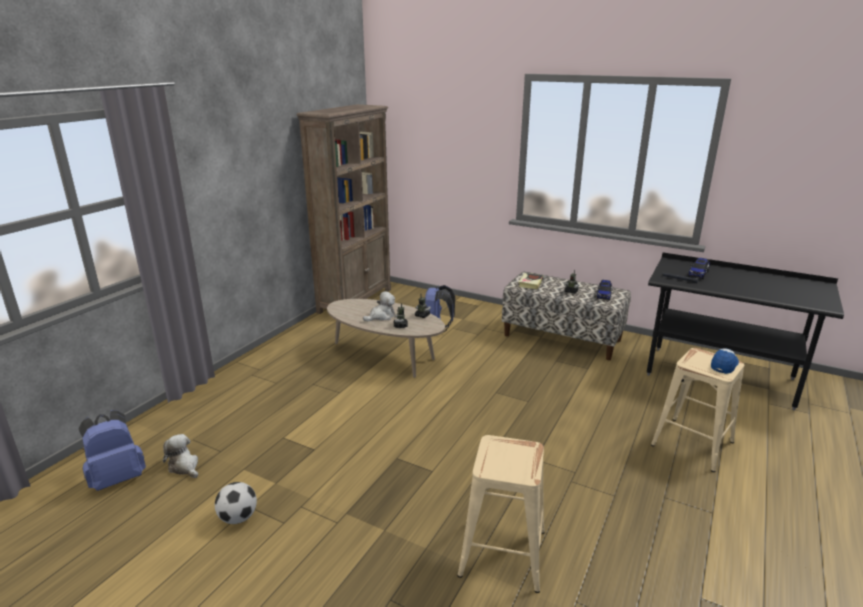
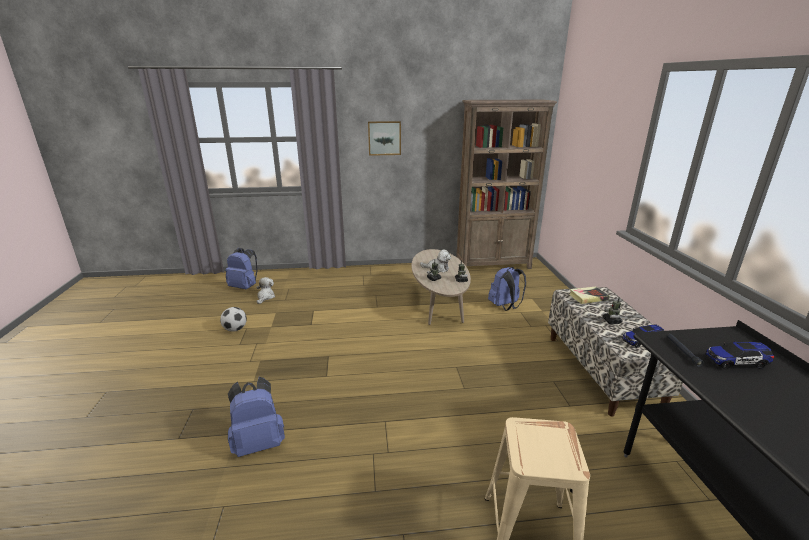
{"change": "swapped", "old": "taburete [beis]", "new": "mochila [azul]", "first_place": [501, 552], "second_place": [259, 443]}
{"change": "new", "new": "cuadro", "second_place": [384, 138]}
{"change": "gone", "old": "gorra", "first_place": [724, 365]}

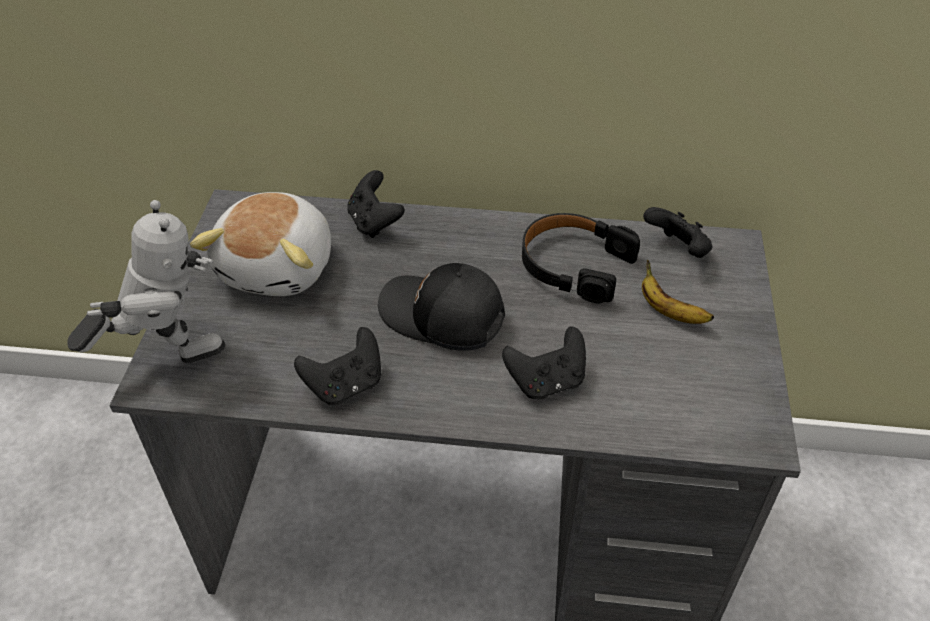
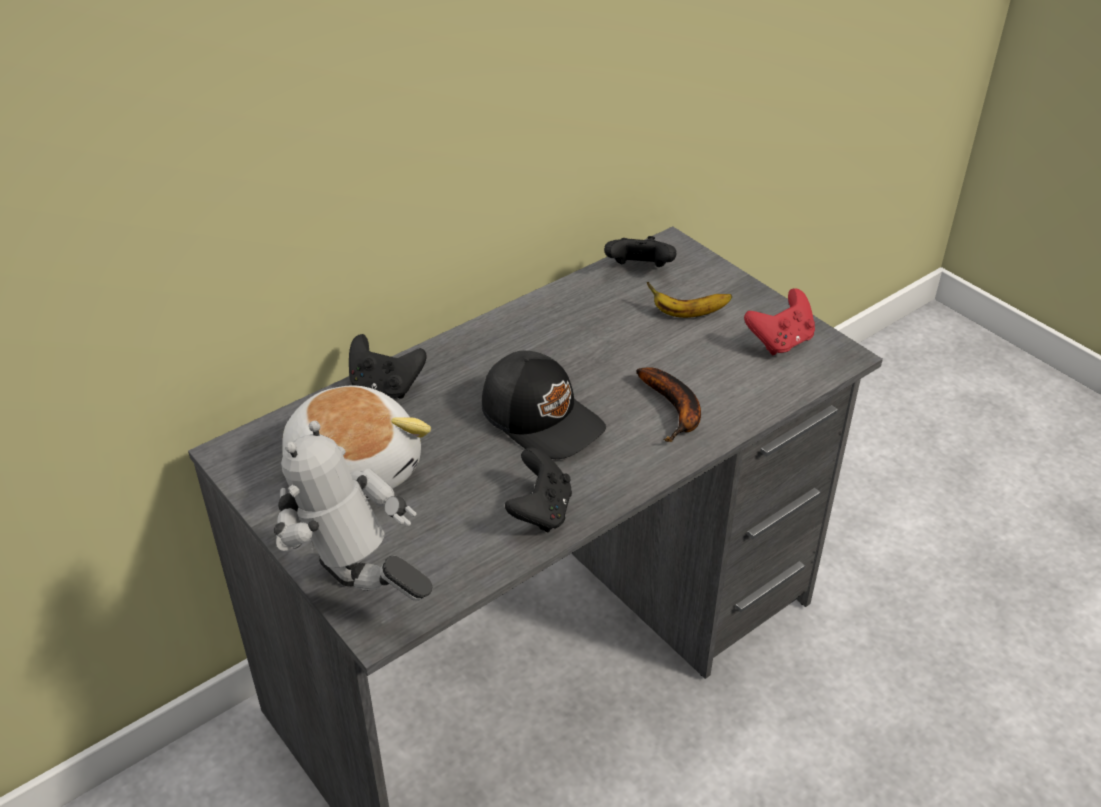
{"change": "rotated", "old": "robot de juguete", "first_place": [167, 356], "second_place": [359, 597], "degrees": -75}
{"change": "rotated", "old": "gorra [negro]", "first_place": [442, 317], "second_place": [542, 418], "degrees": -120}
{"change": "swapped", "old": "mando de consola [negro]", "new": "plátano", "first_place": [546, 382], "second_place": [674, 410]}
{"change": "new", "new": "mando de consola [rojo]", "second_place": [780, 341]}
{"change": "gone", "old": "auriculares [negro]", "first_place": [574, 265]}

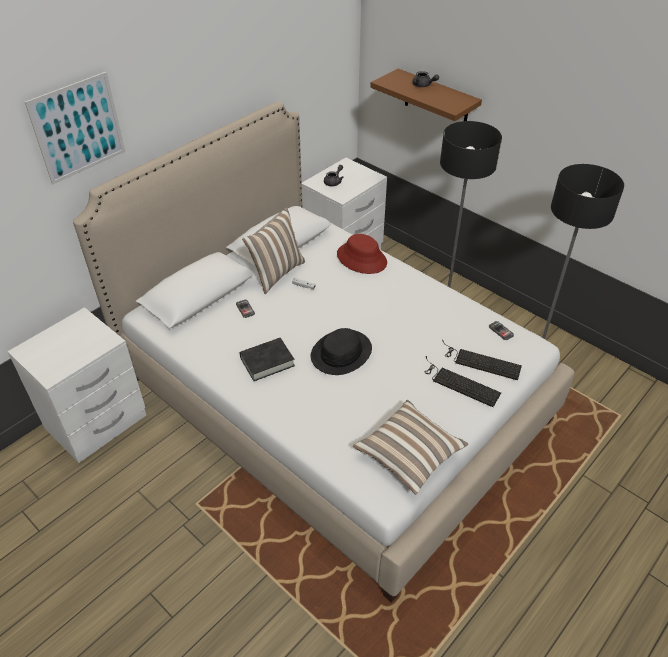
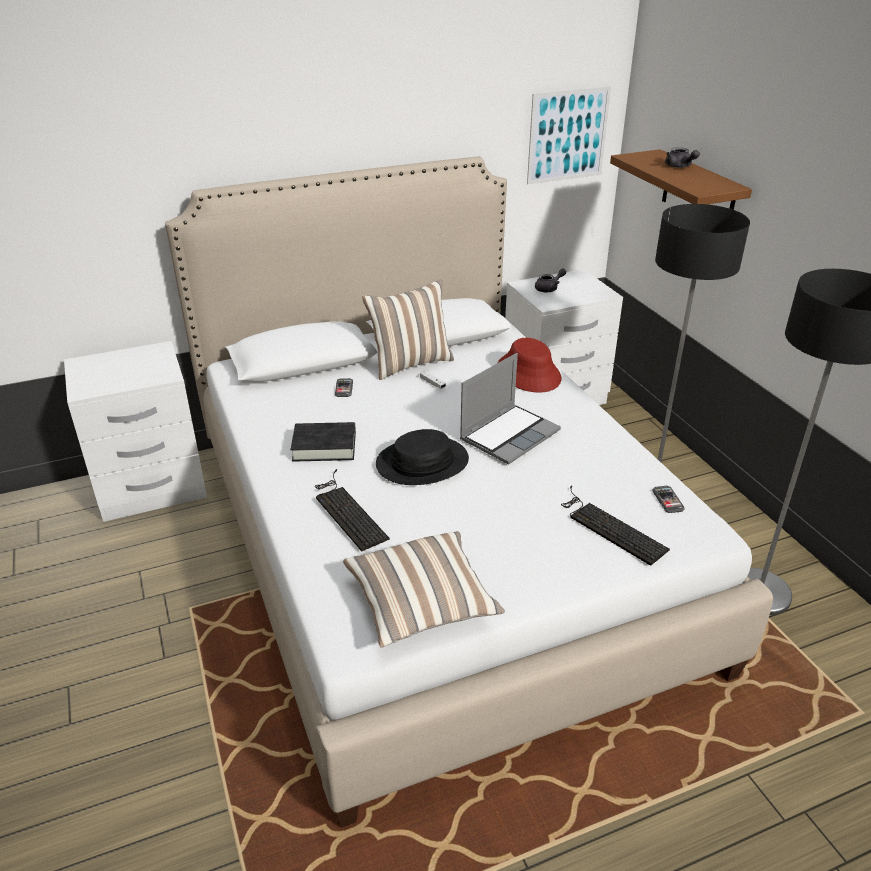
{"change": "shifted", "old": "teclado", "first_place": [459, 383], "second_place": [347, 511]}
{"change": "new", "new": "portátil", "second_place": [509, 434]}
{"change": "shifted", "old": "cuadro", "first_place": [78, 128], "second_place": [568, 135]}

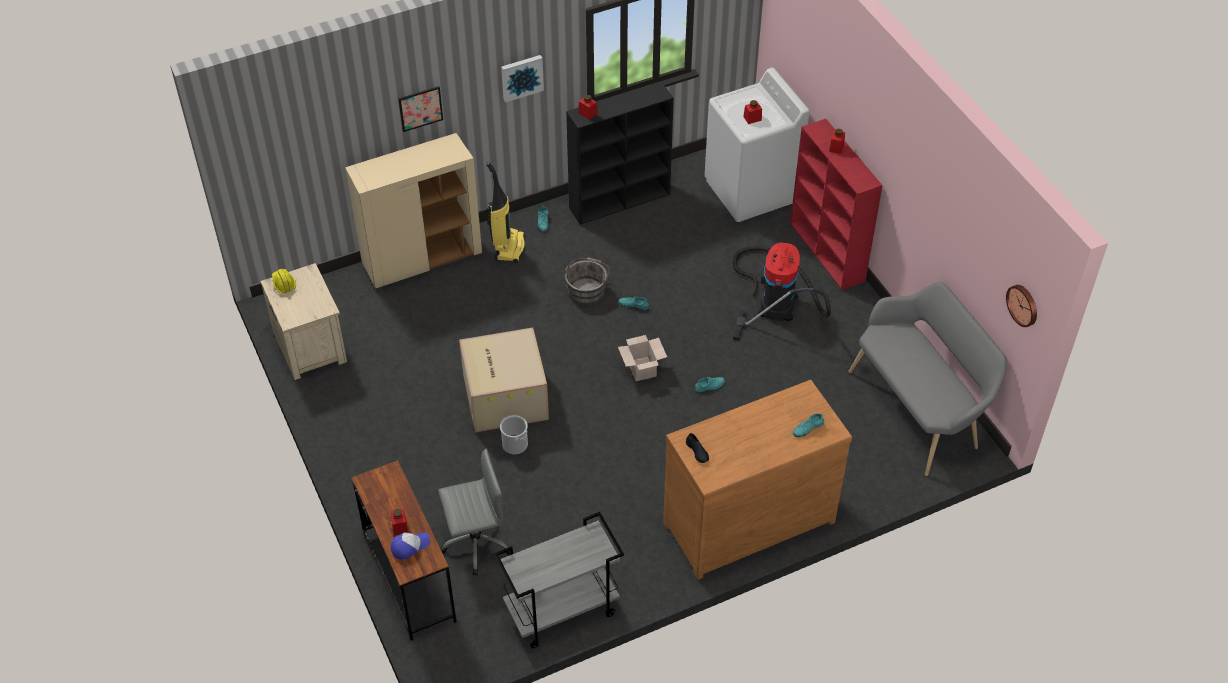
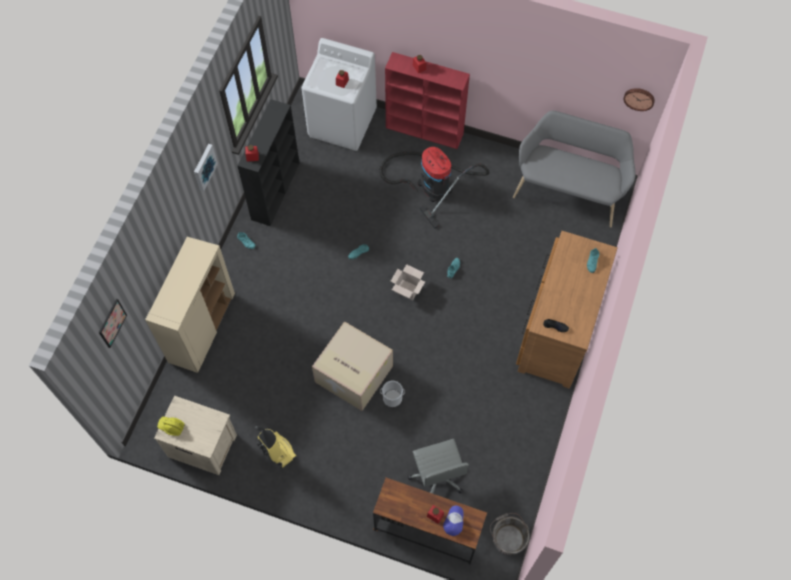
{"change": "shifted", "old": "cuadro", "first_place": [420, 108], "second_place": [112, 323]}
{"change": "shifted", "old": "aspiradora", "first_place": [508, 247], "second_place": [277, 450]}
{"change": "rotated", "old": "silla de oficina [gris]", "first_place": [475, 542], "second_place": [437, 476], "degrees": 135}
{"change": "shifted", "old": "cubo [gris]", "first_place": [587, 289], "second_place": [508, 537]}
{"change": "gone", "old": "carrito [gris]", "first_place": [561, 612]}

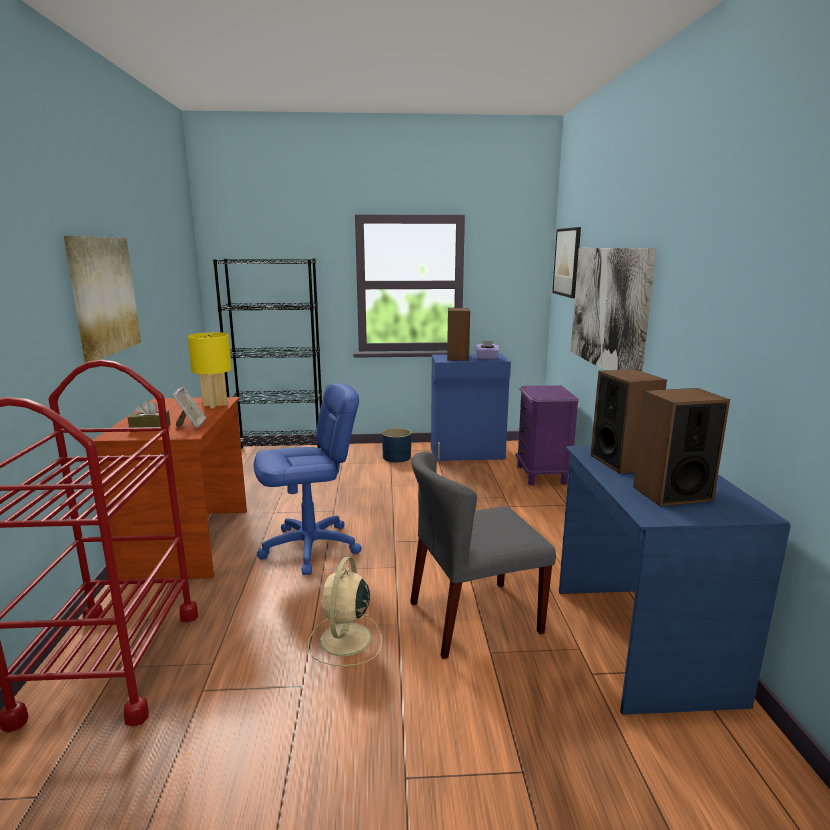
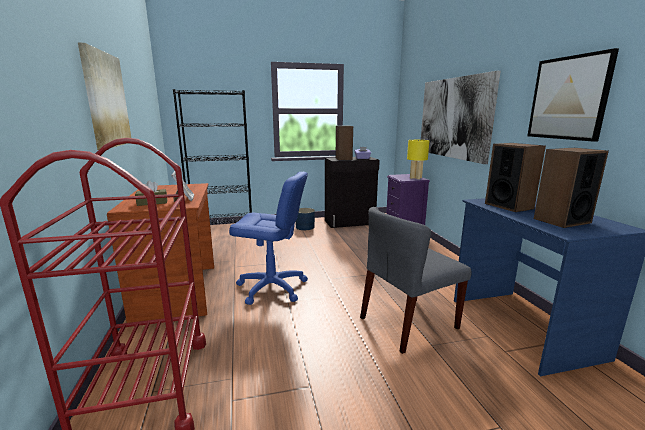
{"change": "rotated", "old": "silla de oficina [azul]", "first_place": [311, 548], "second_place": [272, 288], "degrees": 45}
{"change": "repainted", "old": "armario [azul]", "new": "armario [negro]", "first_place": [467, 453], "second_place": [350, 222]}
{"change": "shifted", "old": "lámpara de mesa [amarillo]", "first_place": [215, 405], "second_place": [416, 178]}
{"change": "shifted", "old": "cuadro", "first_place": [567, 262], "second_place": [568, 98]}
{"change": "gone", "old": "ventilador [beis]", "first_place": [345, 640]}

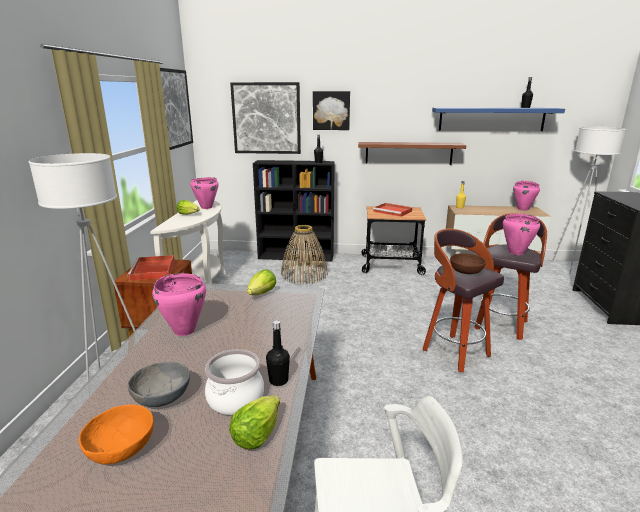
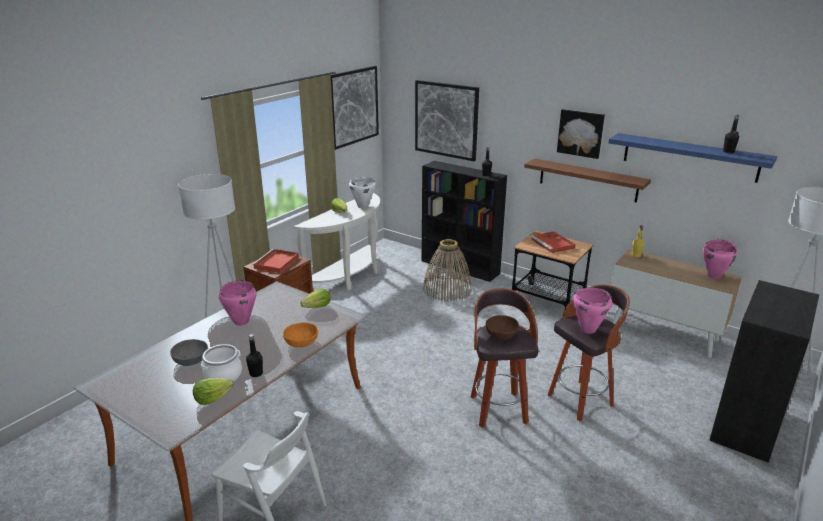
{"change": "shifted", "old": "cuenco [naranja]", "first_place": [122, 448], "second_place": [301, 343]}
{"change": "repainted", "old": "olla [rosa]", "new": "olla [blanco]", "first_place": [206, 207], "second_place": [362, 206]}
{"change": "shifted", "old": "cuadro", "first_place": [331, 110], "second_place": [580, 133]}

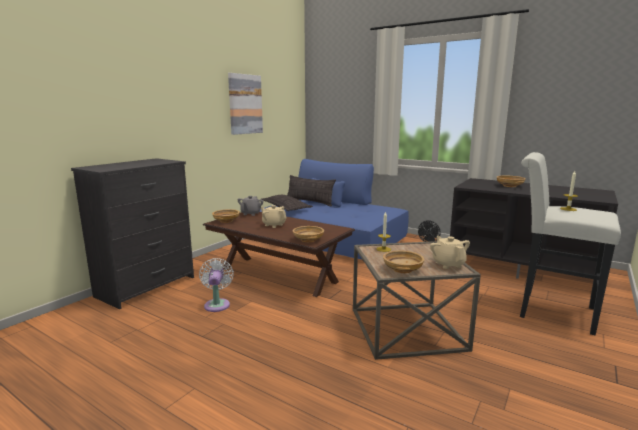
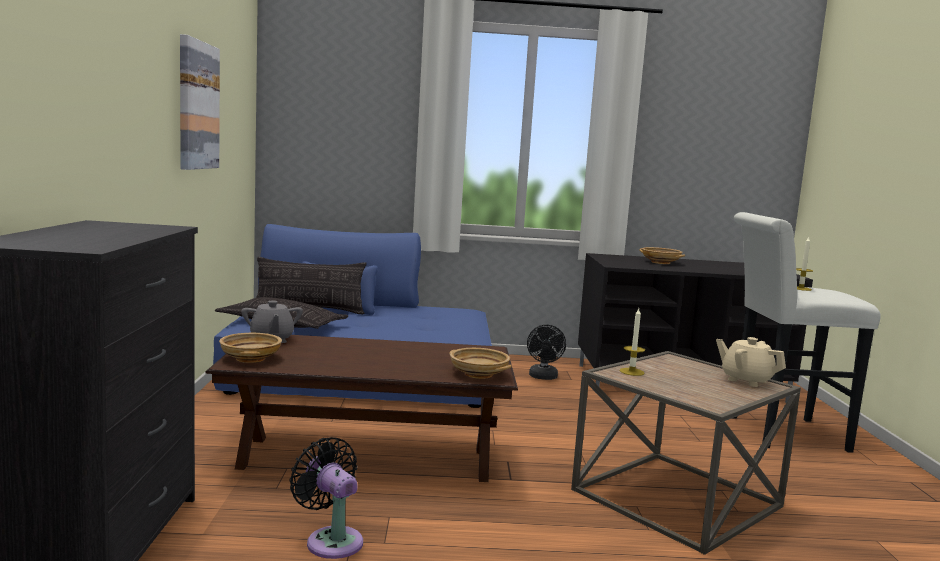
{"change": "repainted", "old": "ventilador [blanco]", "new": "ventilador [negro]", "first_place": [217, 304], "second_place": [331, 540]}
{"change": "gone", "old": "tetera [beis]", "first_place": [273, 225]}
{"change": "gone", "old": "cuenco [beis]", "first_place": [402, 269]}

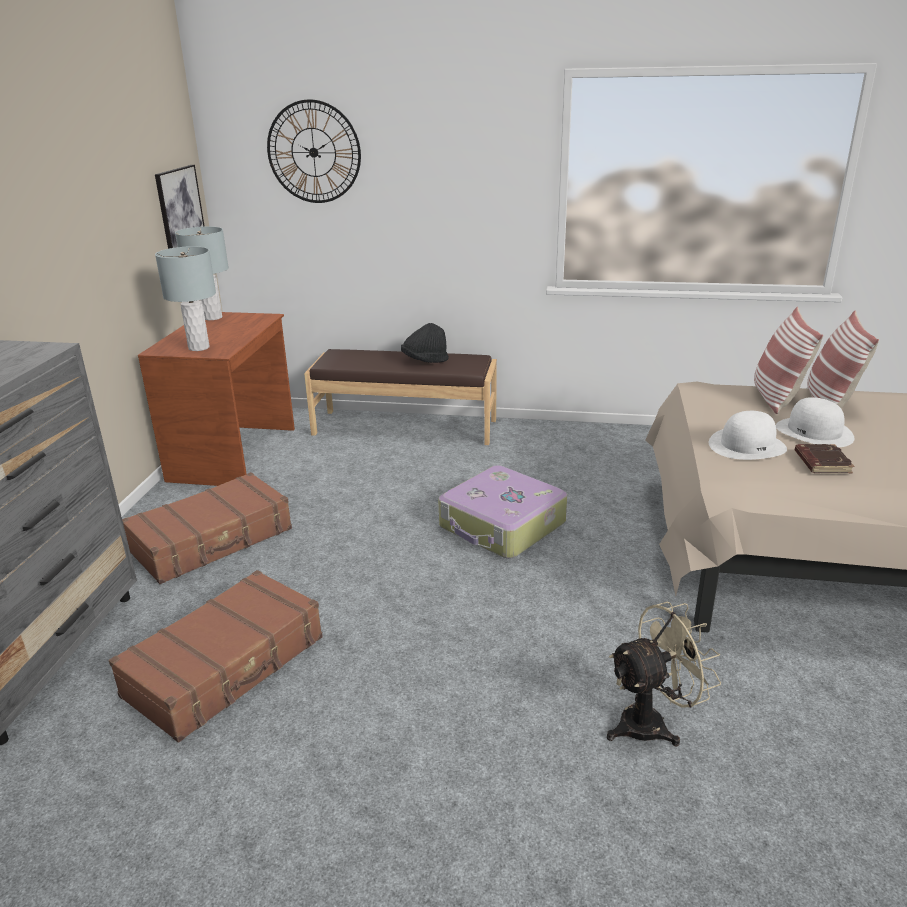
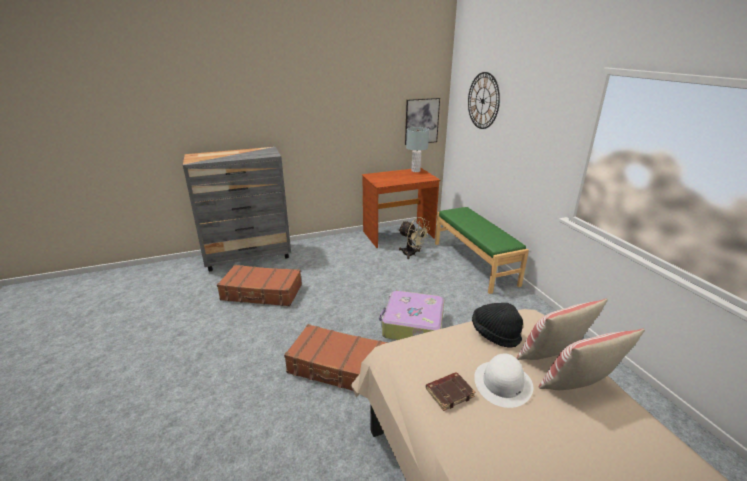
{"change": "shifted", "old": "maleta [marrón]", "first_place": [213, 541], "second_place": [338, 368]}
{"change": "shifted", "old": "ventilador [beis]", "first_place": [652, 723], "second_place": [412, 254]}
{"change": "repainted", "old": "banco [marrón]", "new": "banco [verde]", "first_place": [405, 427], "second_place": [474, 263]}
{"change": "shifted", "old": "sombrero [negro]", "first_place": [425, 361], "second_place": [495, 334]}
{"change": "gone", "old": "lámpara de mesa [gris]", "first_place": [199, 347]}
{"change": "gone", "old": "sombrero [blanco]", "first_place": [747, 445]}

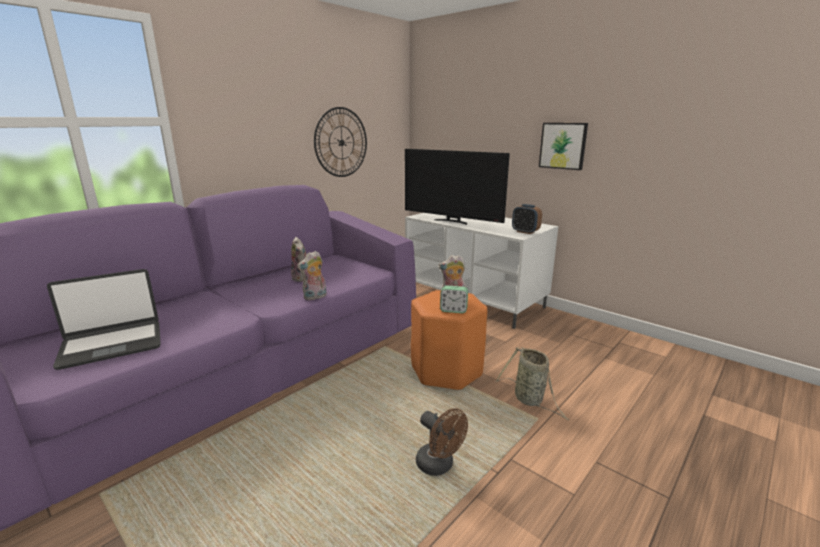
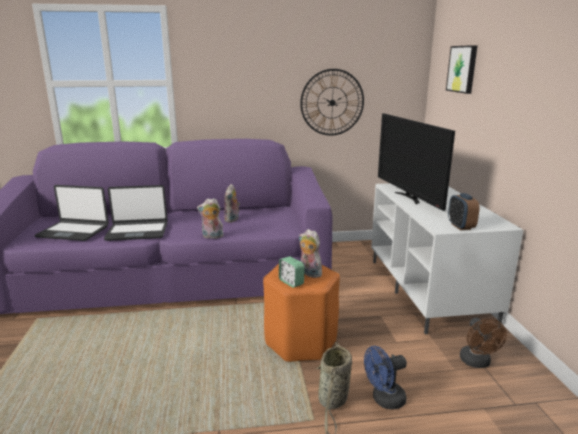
{"change": "new", "new": "portátil", "second_place": [137, 232]}
{"change": "new", "new": "ventilador [azul]", "second_place": [384, 400]}
{"change": "shifted", "old": "cuadro", "first_place": [563, 145], "second_place": [462, 69]}
{"change": "shifted", "old": "ventilador [marrón]", "first_place": [439, 466], "second_place": [477, 363]}

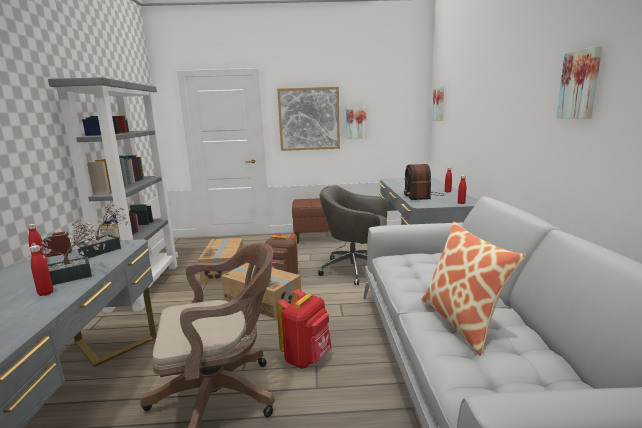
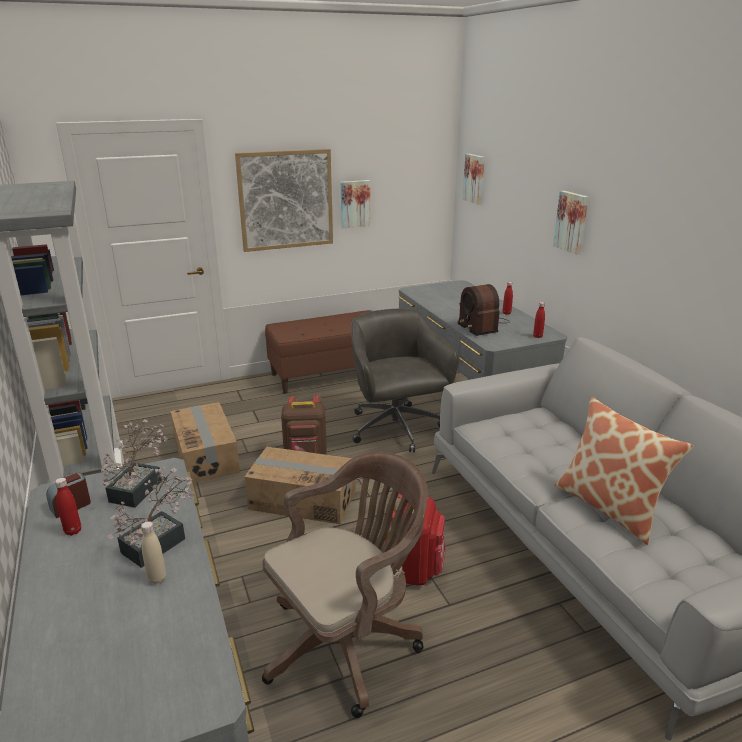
{"change": "repainted", "old": "botella [rojo]", "new": "botella [beis]", "first_place": [46, 293], "second_place": [157, 579]}
{"change": "rotated", "old": "silla de oficina [gris]", "first_place": [355, 269], "second_place": [396, 429], "degrees": 75}
{"change": "shifted", "old": "cuadro", "first_place": [580, 84], "second_place": [572, 222]}

